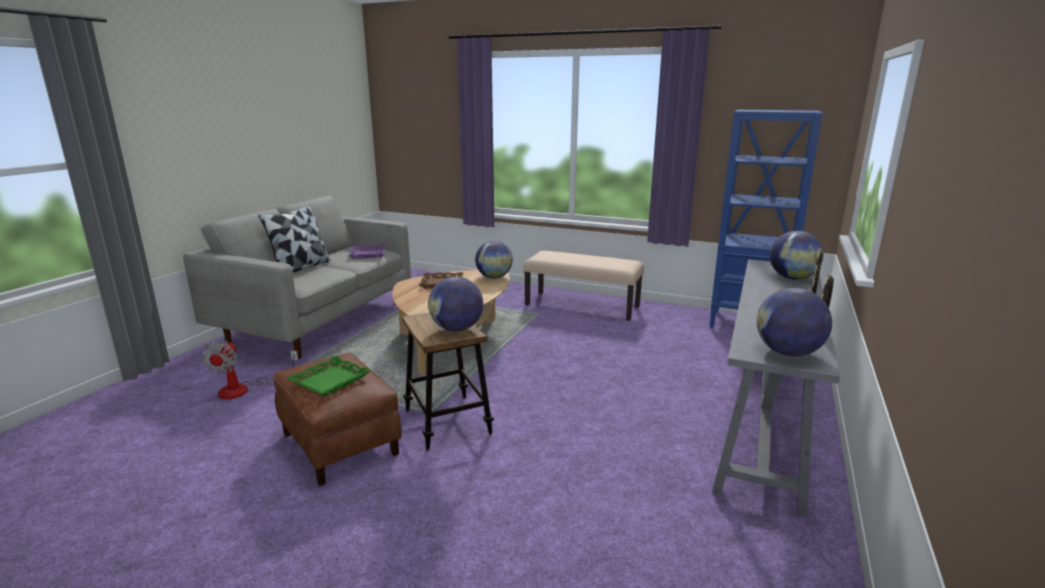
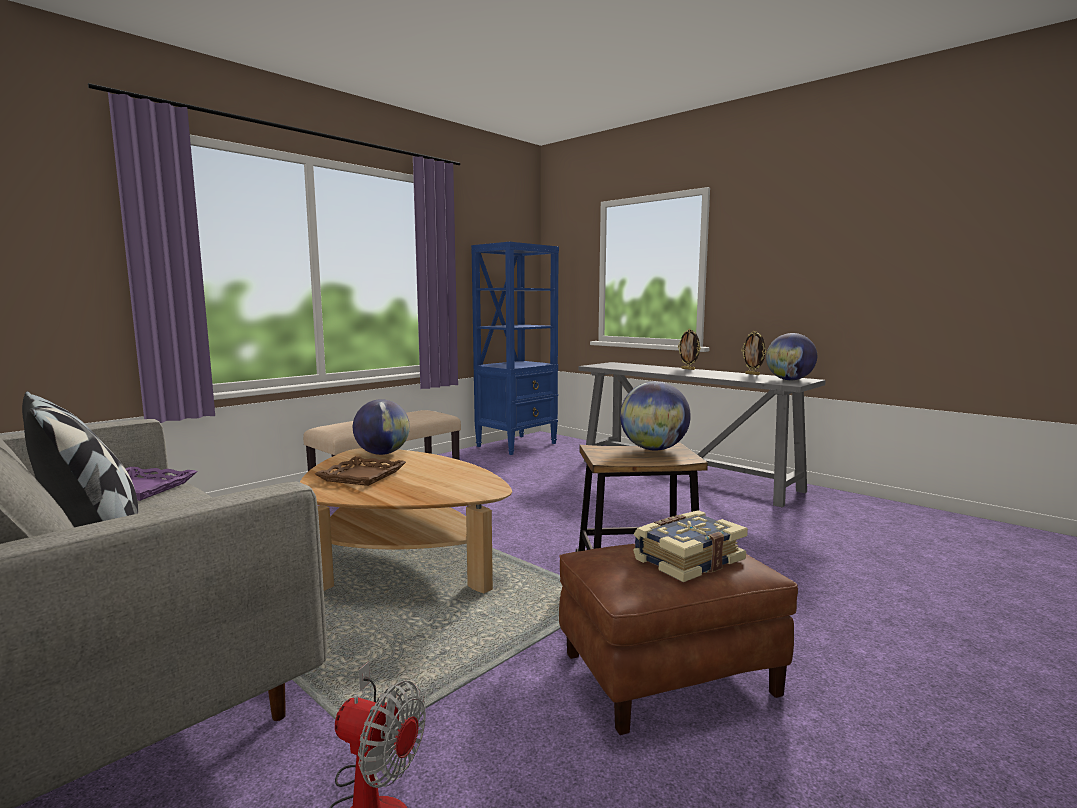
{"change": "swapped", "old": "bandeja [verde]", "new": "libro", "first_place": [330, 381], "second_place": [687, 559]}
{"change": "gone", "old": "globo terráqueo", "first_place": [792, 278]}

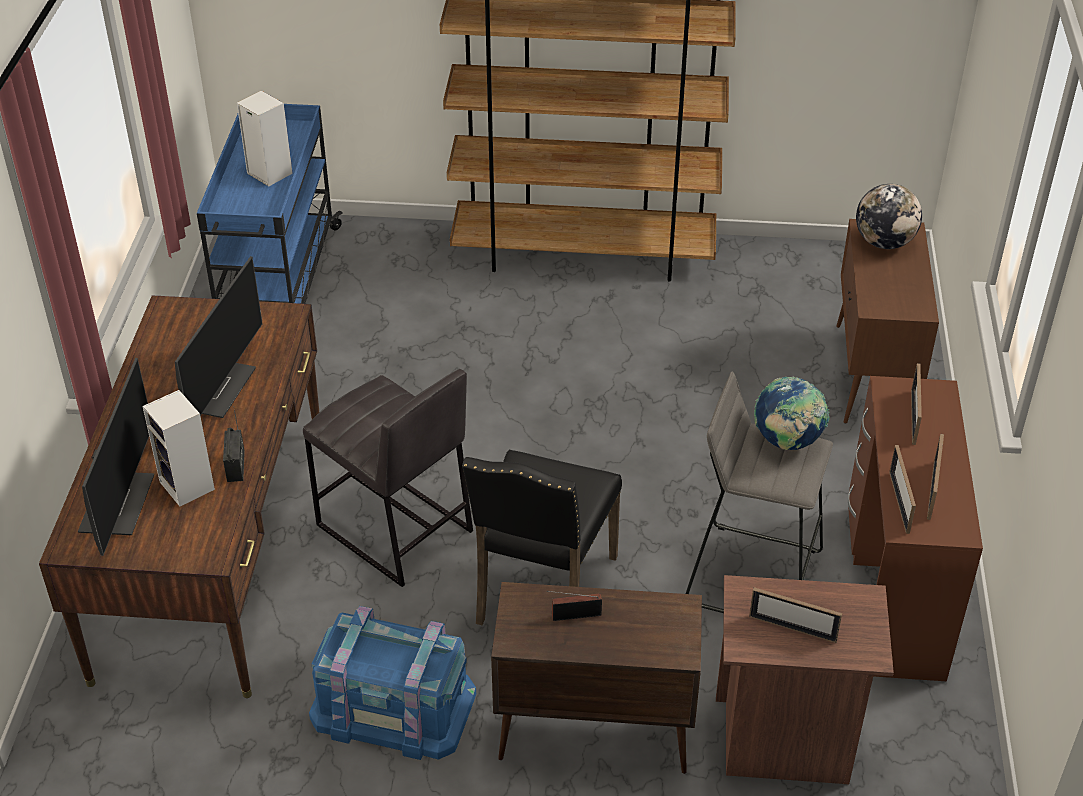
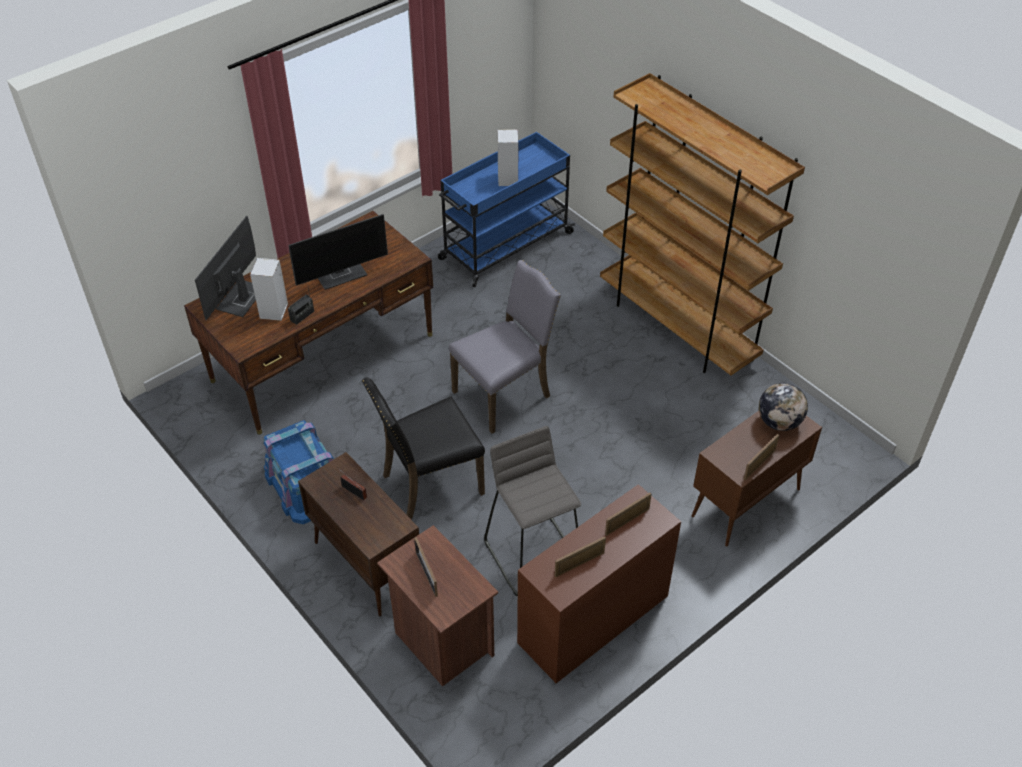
{"change": "rotated", "old": "monitor", "first_place": [117, 503], "second_place": [240, 299], "degrees": 150}
{"change": "new", "new": "silla [gris]", "second_place": [504, 394]}
{"change": "shifted", "old": "portarretratos", "first_place": [899, 502], "second_place": [759, 464]}
{"change": "gone", "old": "taburete [gris]", "first_place": [394, 529]}
{"change": "gone", "old": "globo terráqueo", "first_place": [787, 442]}

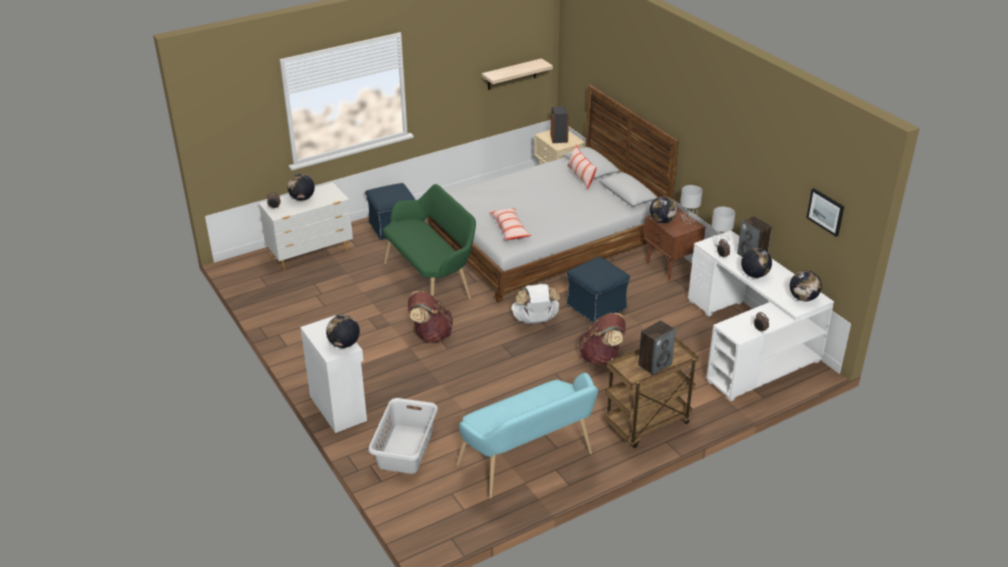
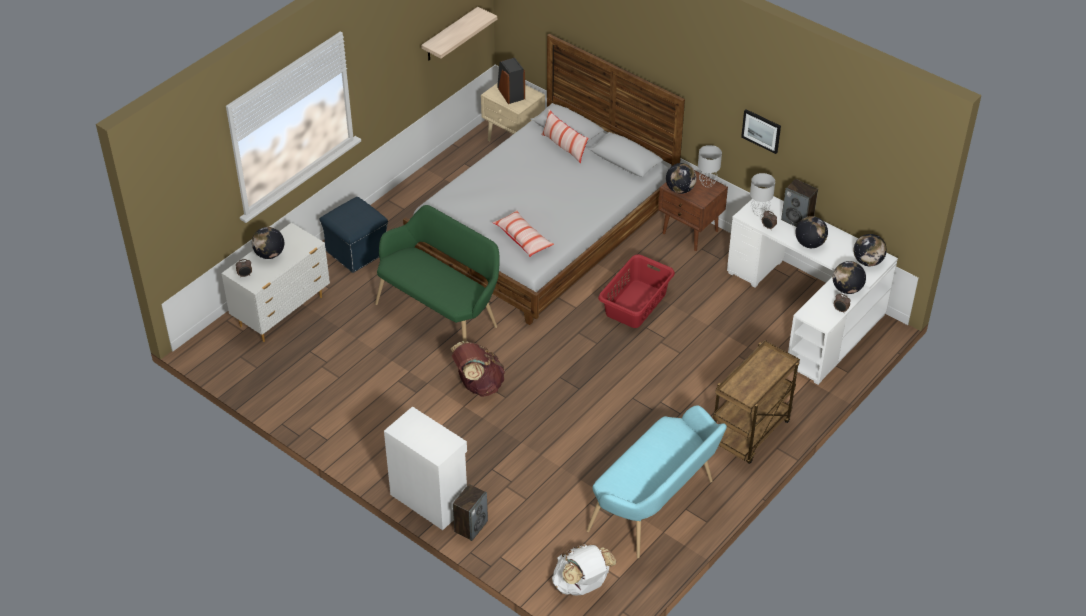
{"change": "shifted", "old": "altavoz", "first_place": [655, 364], "second_place": [471, 526]}
{"change": "shifted", "old": "mochila [blanco]", "first_place": [535, 320], "second_place": [582, 585]}
{"change": "swapped", "old": "puf [azul]", "new": "cesto de la ropa [rojo]", "first_place": [596, 307], "second_place": [636, 304]}
{"change": "shifted", "old": "cuadro", "first_place": [826, 211], "second_place": [761, 130]}
{"change": "shifted", "old": "globo terráqueo", "first_place": [344, 344], "second_place": [846, 289]}
{"change": "gone", "old": "cesto de la ropa [gris]", "first_place": [404, 449]}
{"change": "gone", "old": "mochila [marrón]", "first_place": [601, 357]}

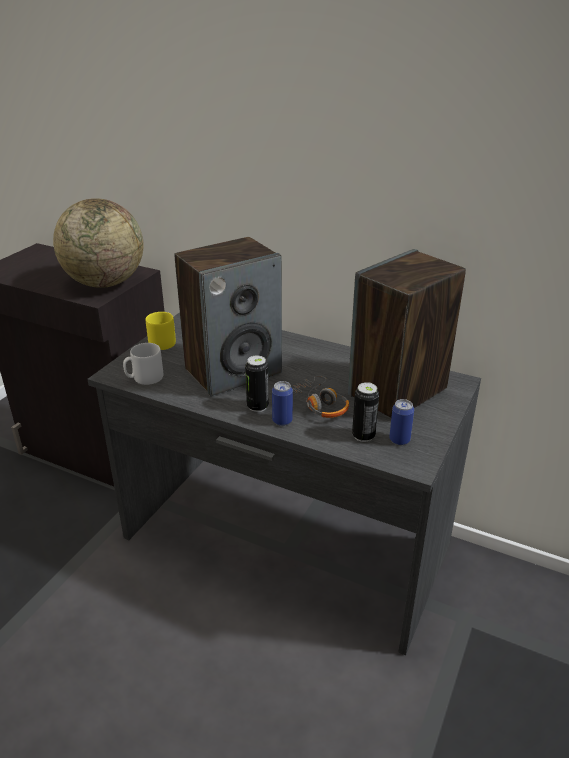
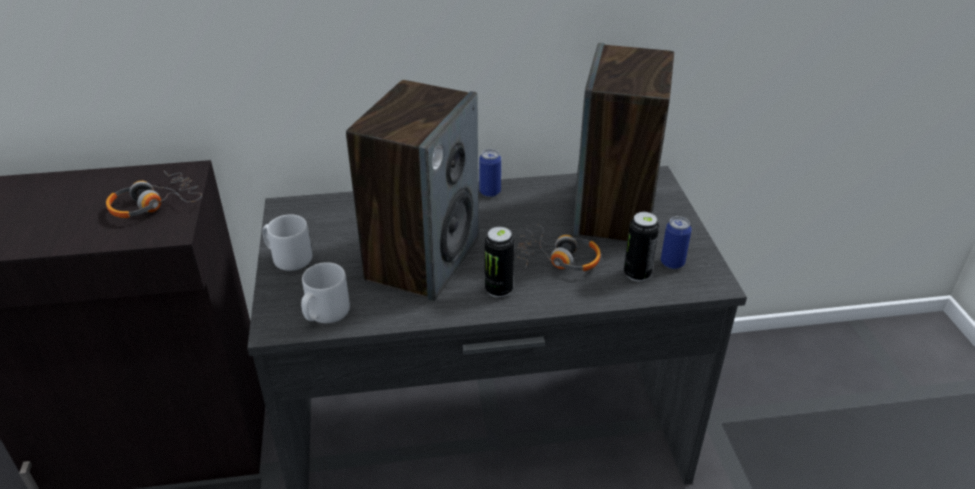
{"change": "swapped", "old": "globo terráqueo", "new": "auriculares", "first_place": [105, 283], "second_place": [154, 204]}
{"change": "repainted", "old": "taza grande [amarillo]", "new": "taza grande [gris]", "first_place": [160, 342], "second_place": [288, 258]}
{"change": "shifted", "old": "lata", "first_place": [282, 420], "second_place": [490, 192]}

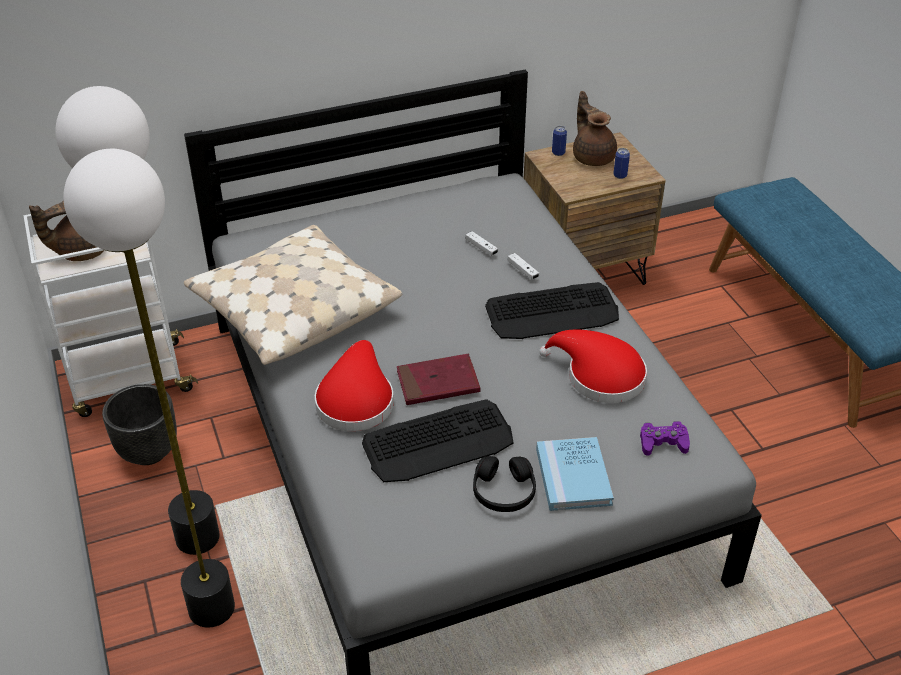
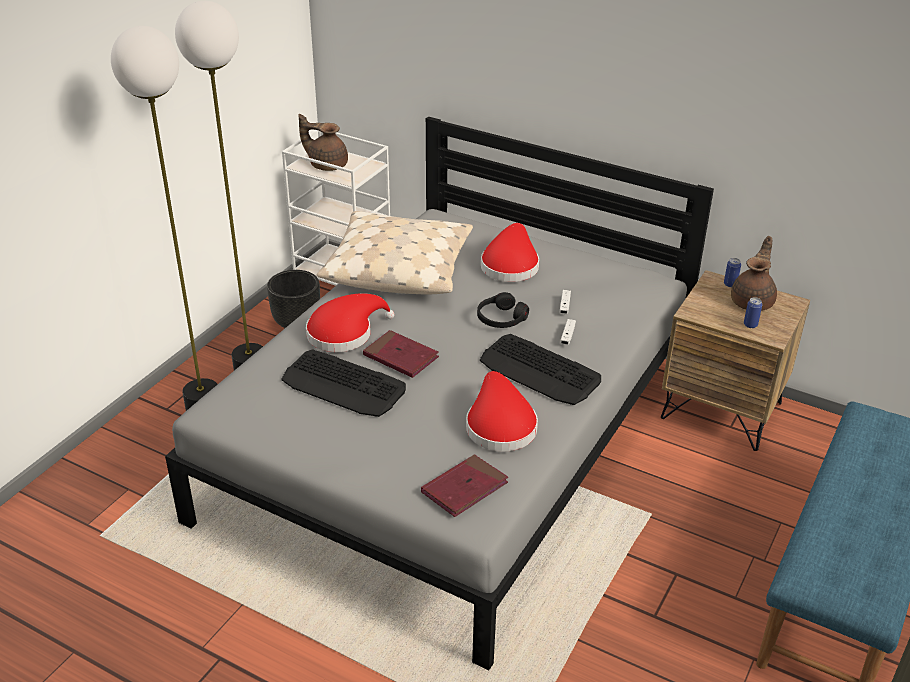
{"change": "swapped", "old": "mando de consola [morado]", "new": "libro [rojo]", "first_place": [663, 443], "second_place": [464, 488]}
{"change": "shifted", "old": "auriculares [negro]", "first_place": [504, 492], "second_place": [501, 319]}
{"change": "new", "new": "sombrero [rojo]", "second_place": [510, 265]}
{"change": "gone", "old": "libro [azul]", "first_place": [573, 476]}

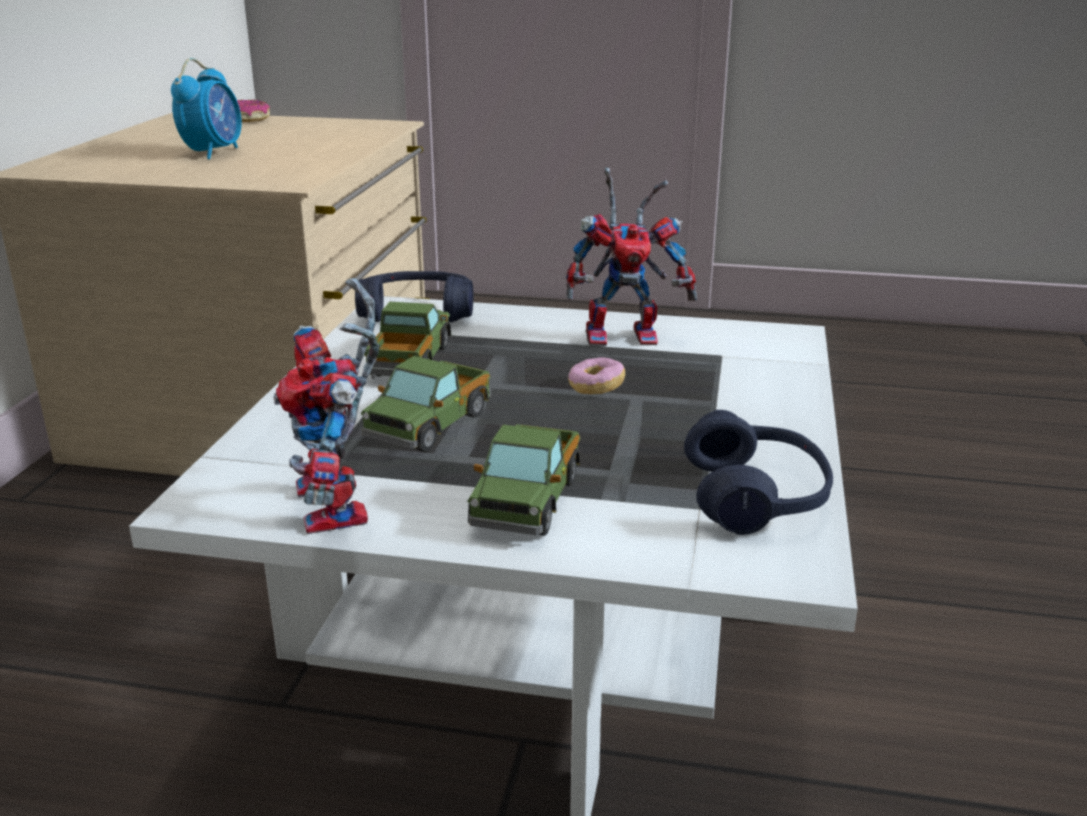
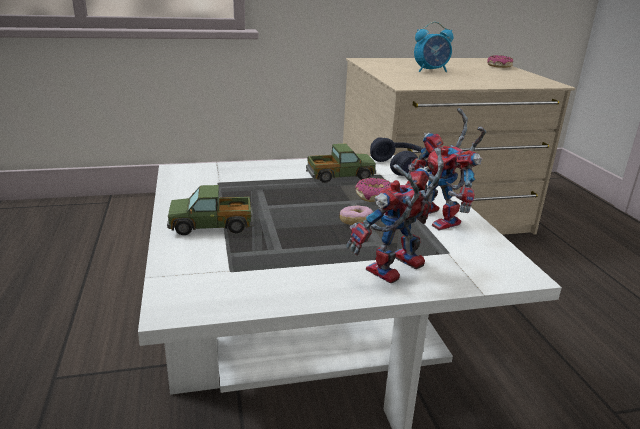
{"change": "shifted", "old": "robot de juguete", "first_place": [341, 509], "second_place": [395, 271]}
{"change": "new", "new": "rosquilla", "second_place": [374, 196]}
{"change": "gone", "old": "camión de juguete", "first_place": [430, 426]}
{"change": "gone", "old": "auriculares [azul]", "first_place": [756, 497]}

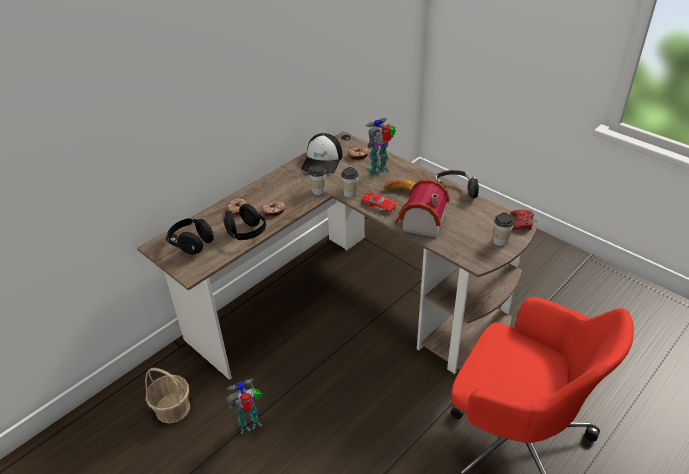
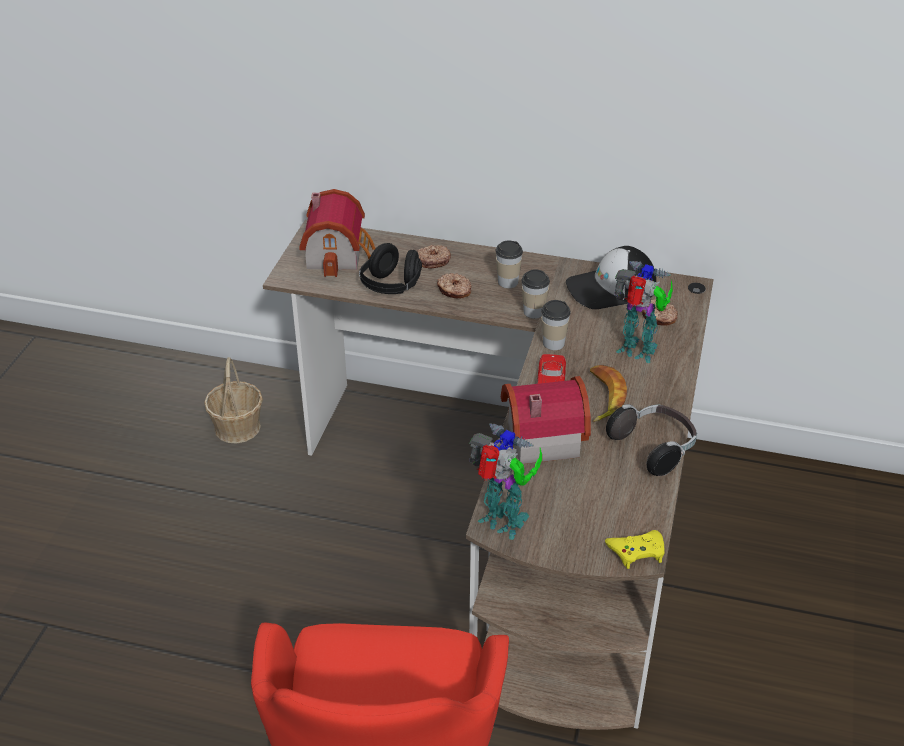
{"change": "swapped", "old": "auriculares [negro]", "new": "casita", "first_place": [192, 244], "second_place": [339, 254]}
{"change": "shifted", "old": "robot de juguete", "first_place": [251, 424], "second_place": [503, 524]}
{"change": "shifted", "old": "taza", "first_place": [500, 241], "second_place": [508, 282]}
{"change": "repainted", "old": "mando de consola [rojo]", "new": "mando de consola [amarillo]", "first_place": [520, 223], "second_place": [637, 551]}

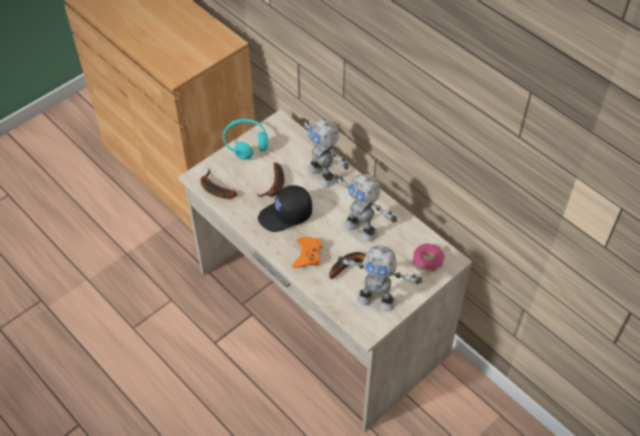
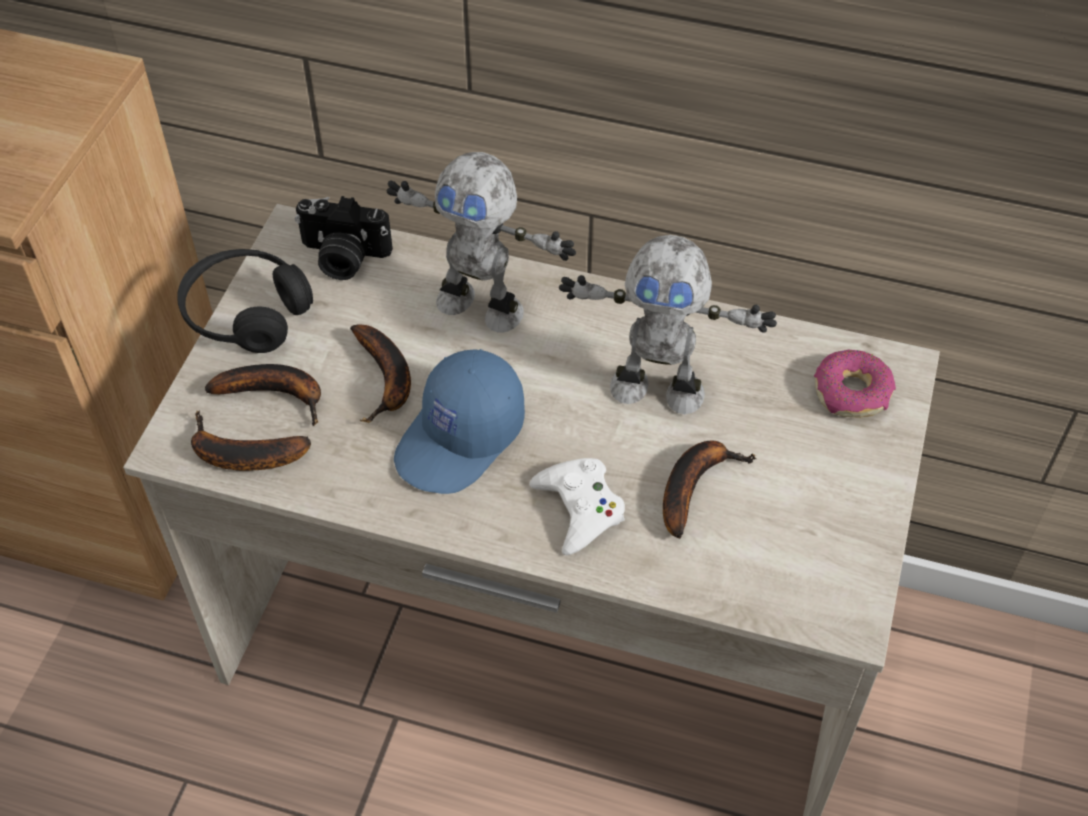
{"change": "repainted", "old": "auriculares [turquesa]", "new": "auriculares [negro]", "first_place": [246, 143], "second_place": [246, 313]}
{"change": "new", "new": "plátano", "second_place": [277, 394]}
{"change": "new", "new": "cámara", "second_place": [343, 257]}
{"change": "repainted", "old": "gorra [negro]", "new": "gorra [azul]", "first_place": [285, 215], "second_place": [461, 439]}
{"change": "repainted", "old": "mando de consola [naranja]", "new": "mando de consola [blanco]", "first_place": [307, 255], "second_place": [579, 509]}
{"change": "gone", "old": "robot de juguete", "first_place": [376, 299]}

